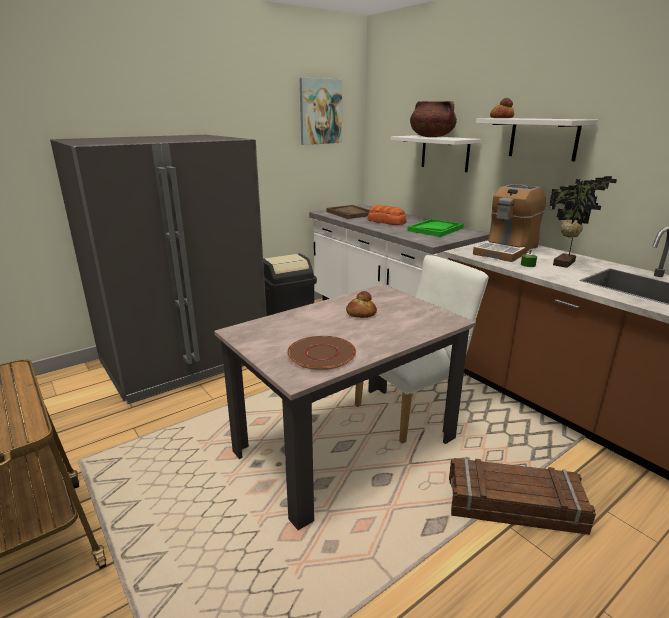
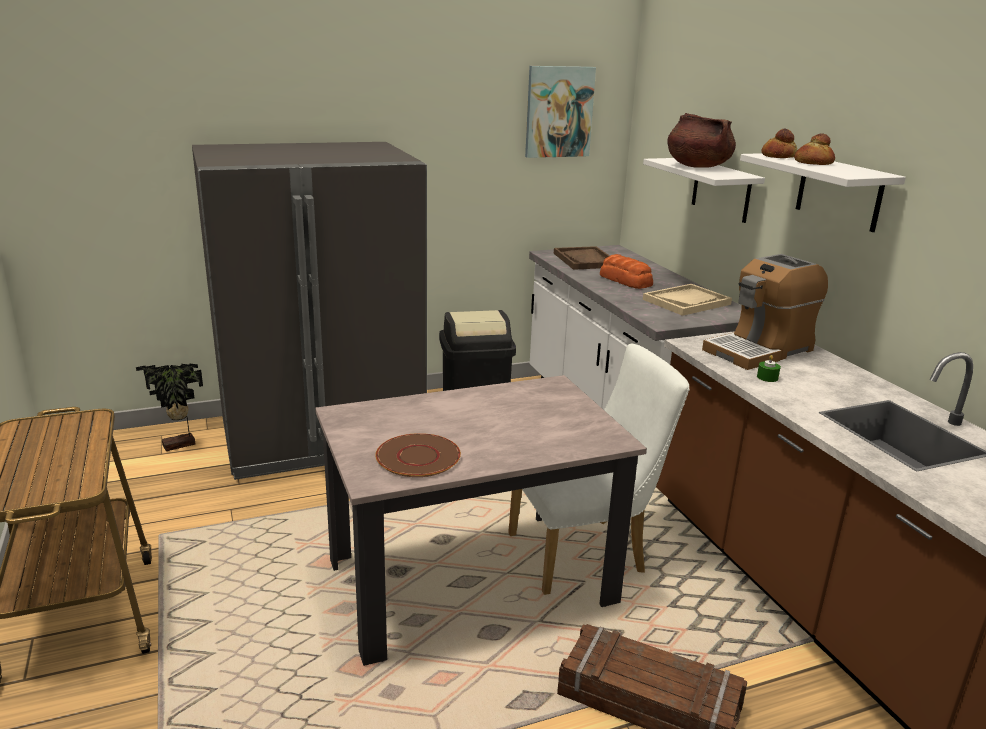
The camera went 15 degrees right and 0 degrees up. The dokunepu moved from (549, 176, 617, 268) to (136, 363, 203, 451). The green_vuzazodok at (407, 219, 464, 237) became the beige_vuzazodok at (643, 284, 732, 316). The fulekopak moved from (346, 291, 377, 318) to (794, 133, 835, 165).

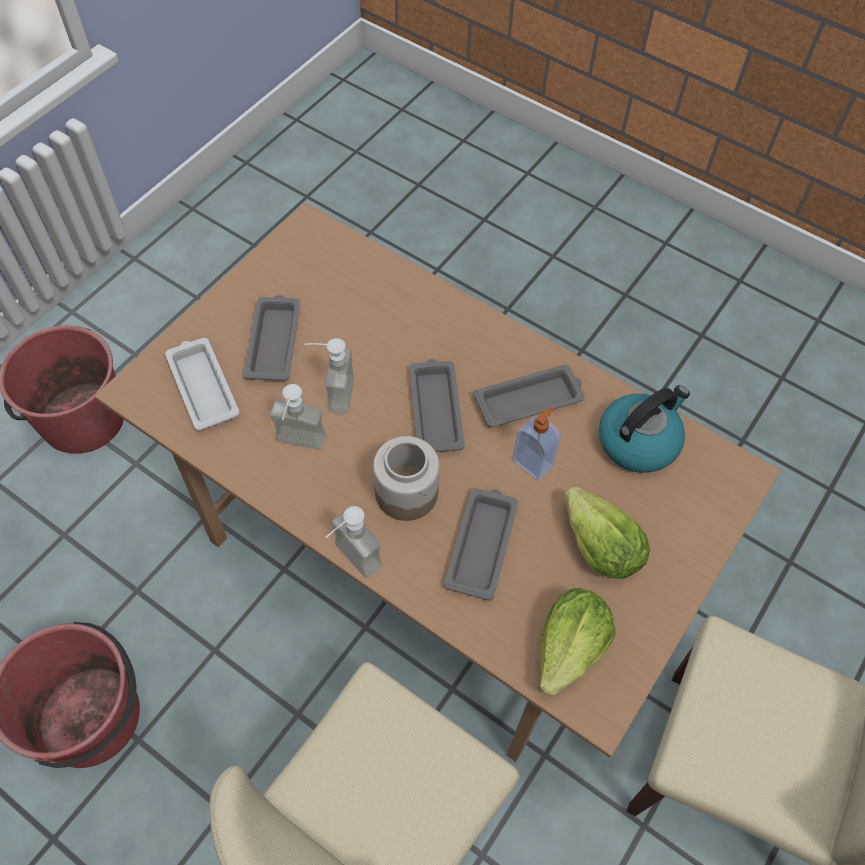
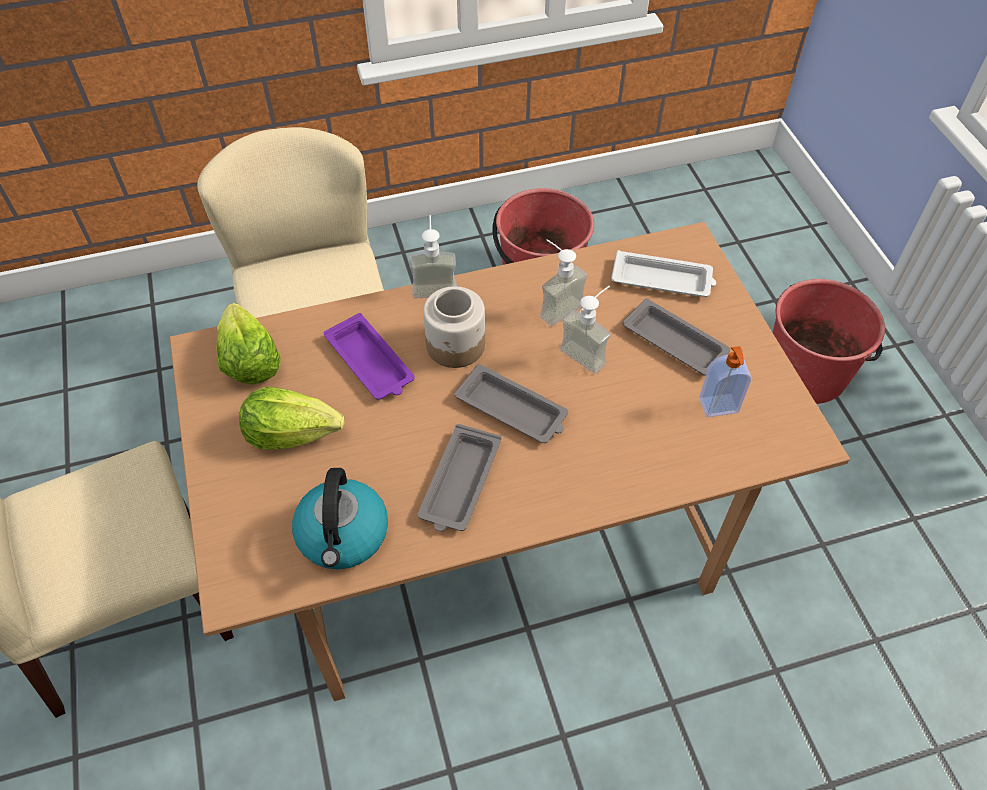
The camera went 130 degrees right and 5 degrees down. The grey_vuzazodok at (444, 488, 518, 600) became the purple_vuzazodok at (324, 313, 415, 400). The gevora moved from (512, 407, 561, 481) to (699, 346, 751, 417).

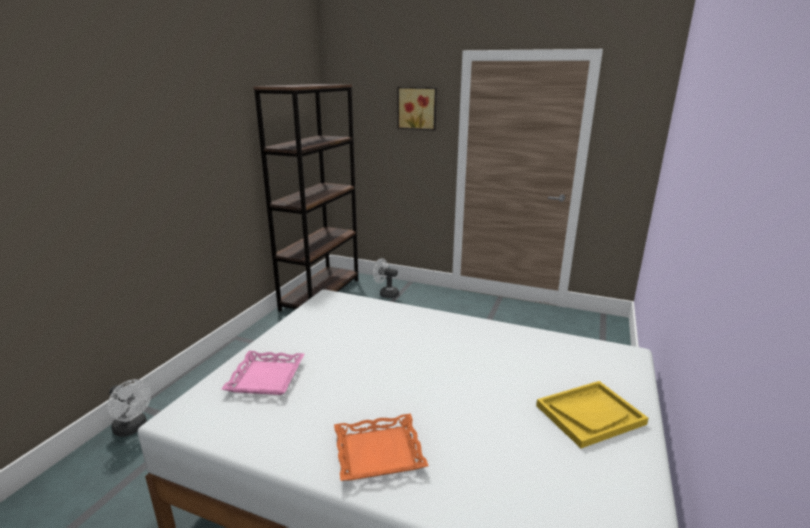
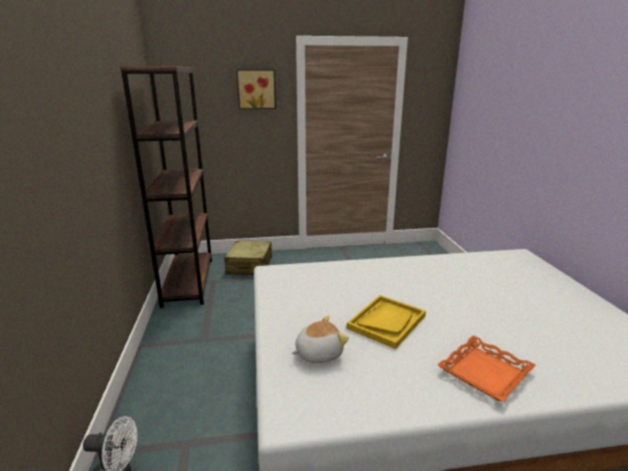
The camera went 30 degrees left and 0 degrees up. The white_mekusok at (373, 258, 399, 298) was replaced by the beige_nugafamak at (224, 241, 272, 275). The pink_vuzazodok at (222, 351, 304, 395) was replaced by the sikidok at (291, 315, 349, 363). The yellow_vuzazodok moved from (536, 381, 649, 448) to (347, 295, 426, 349).

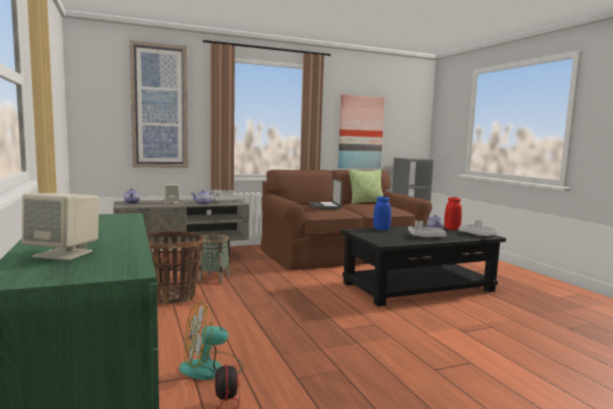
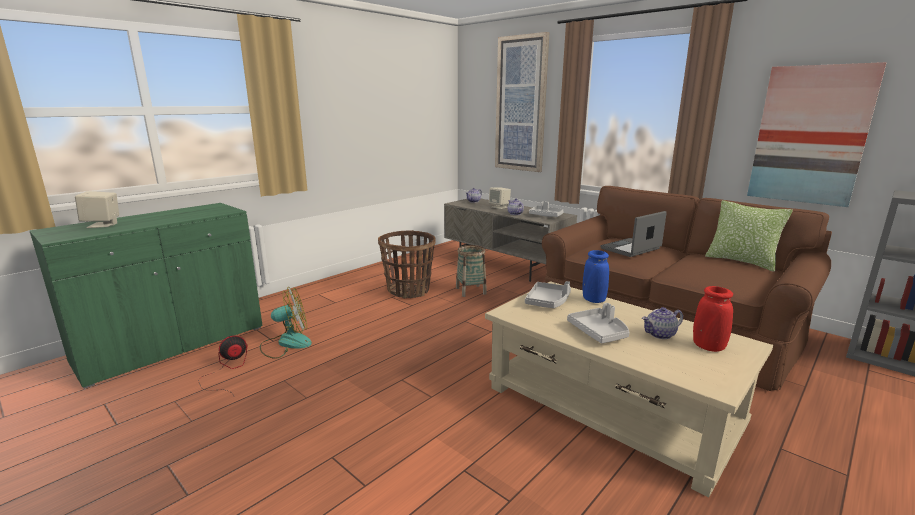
The camera went 65 degrees right and 10 degrees up. The mekusok at (180, 302, 244, 380) turned 120 degrees clockwise. The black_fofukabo at (341, 224, 506, 306) became the beige_fofukabo at (485, 281, 773, 497). The grey_vuzazodok moved from (458, 219, 497, 236) to (525, 281, 571, 308).

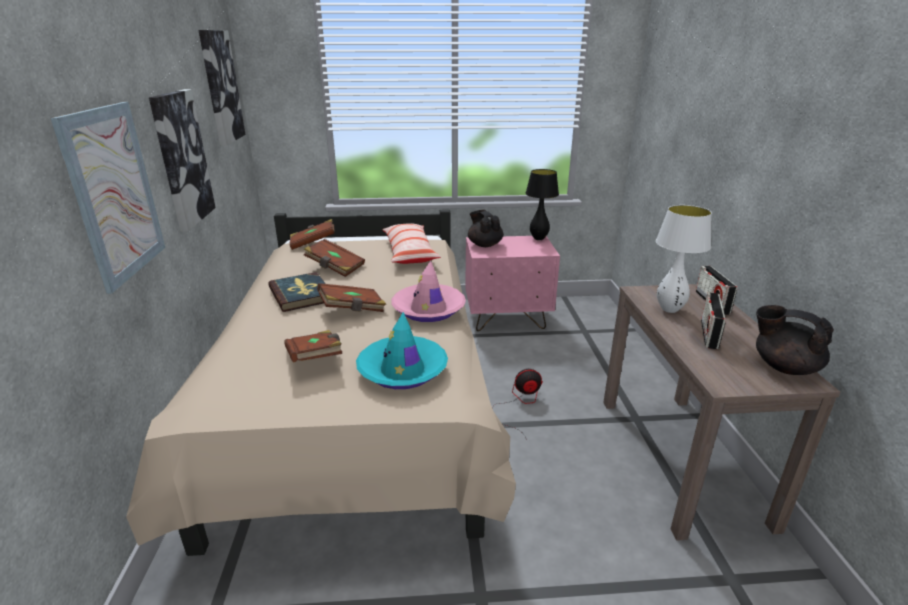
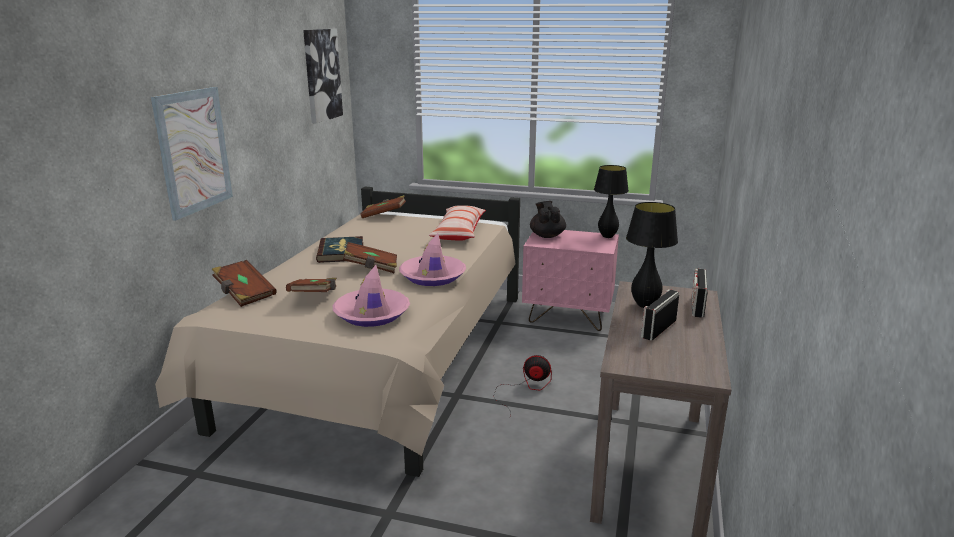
The camera went 20 degrees right and 5 degrees down. The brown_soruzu moved from (304, 239, 365, 277) to (212, 260, 277, 307). The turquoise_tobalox at (356, 312, 448, 389) became the pink_tobalox at (333, 265, 410, 327). The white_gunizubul at (656, 205, 712, 313) became the black_gunizubul at (626, 202, 678, 308). The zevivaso at (149, 89, 216, 232) disappeared. The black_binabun at (756, 305, 834, 375) disappeared.

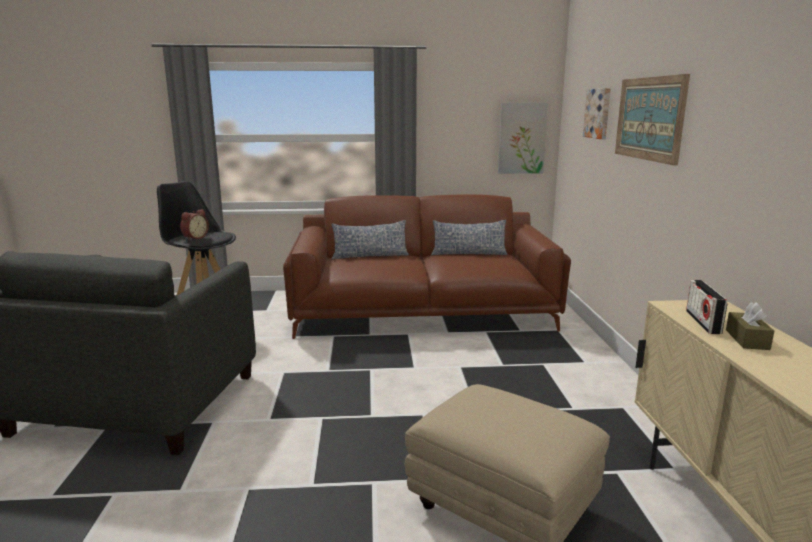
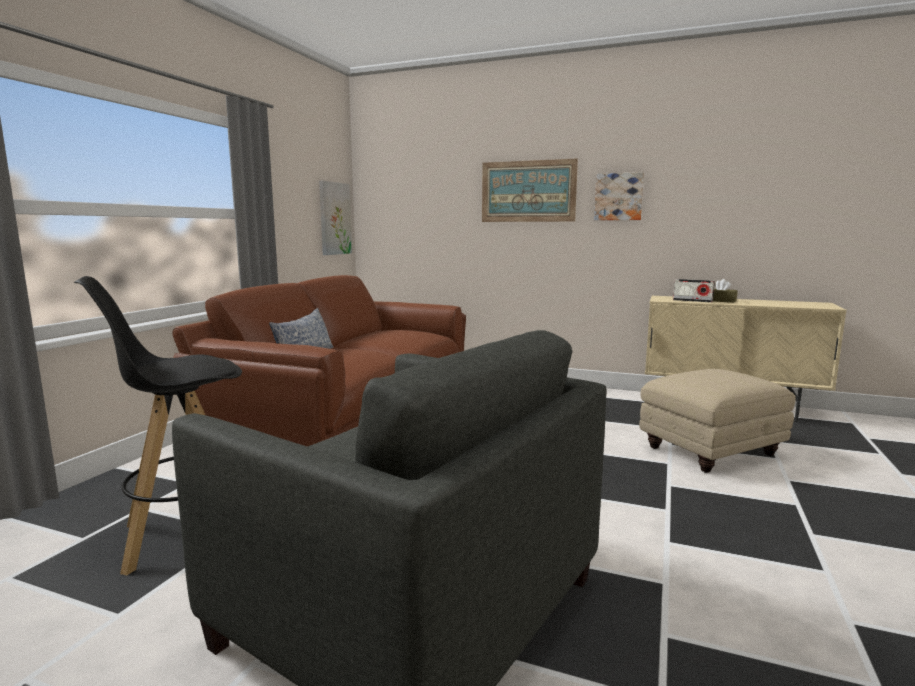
The camera went 65 degrees left and 5 degrees down. The zevivaso moved from (583, 88, 611, 139) to (594, 172, 644, 220). The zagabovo at (180, 209, 209, 240) disappeared. The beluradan at (431, 220, 508, 255) disappeared.

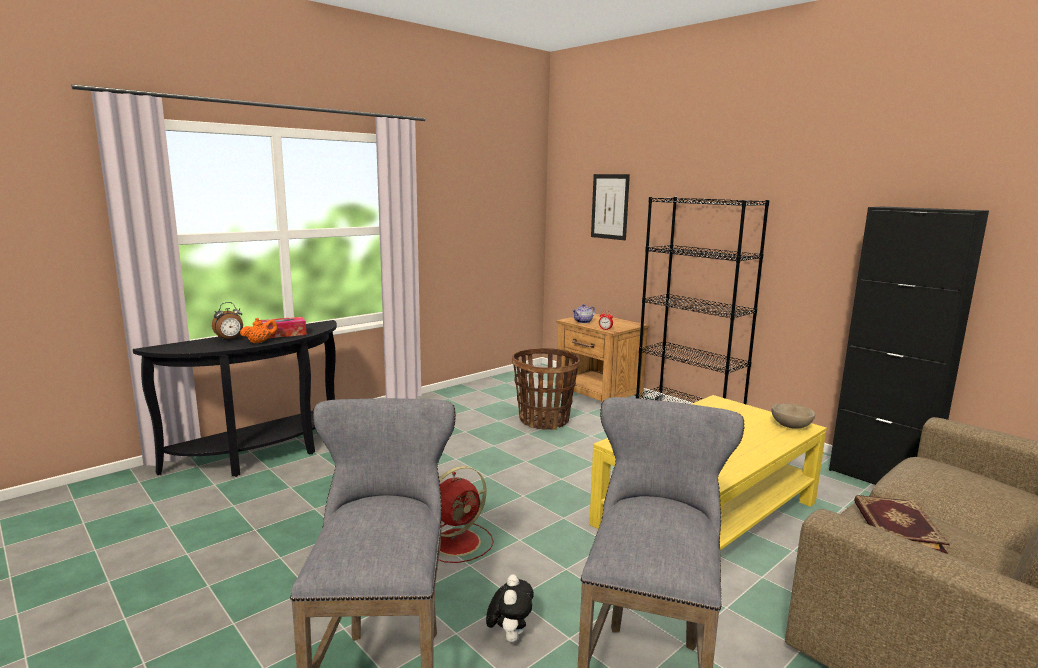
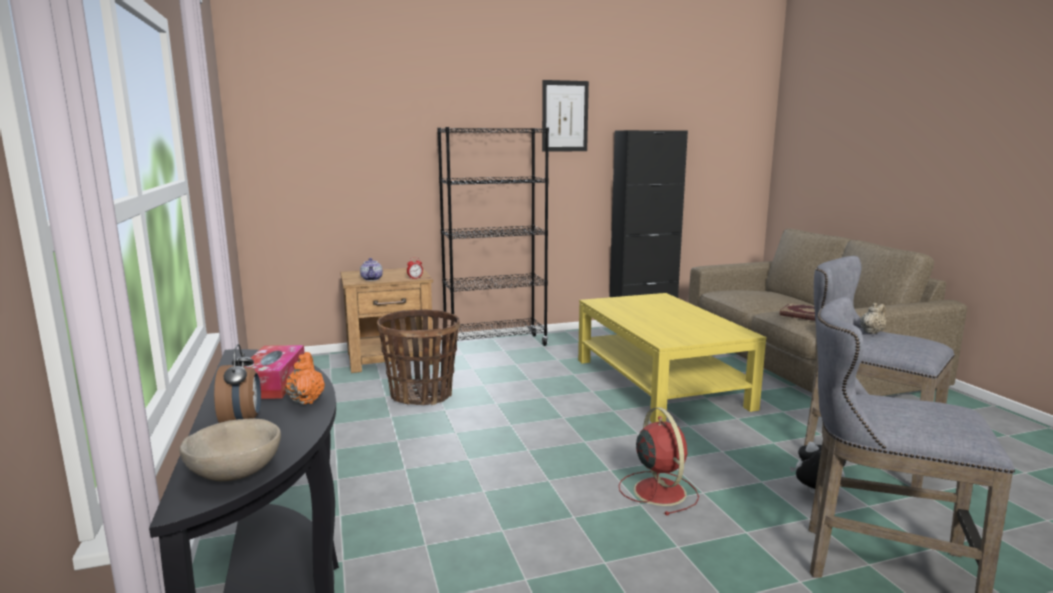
The camera went 65 degrees left and 0 degrees up. The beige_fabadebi moved from (771, 404, 815, 429) to (179, 418, 281, 481). The zevivaso moved from (591, 174, 630, 240) to (542, 80, 589, 152). The beige_binabun at (860, 303, 887, 334) appeared.

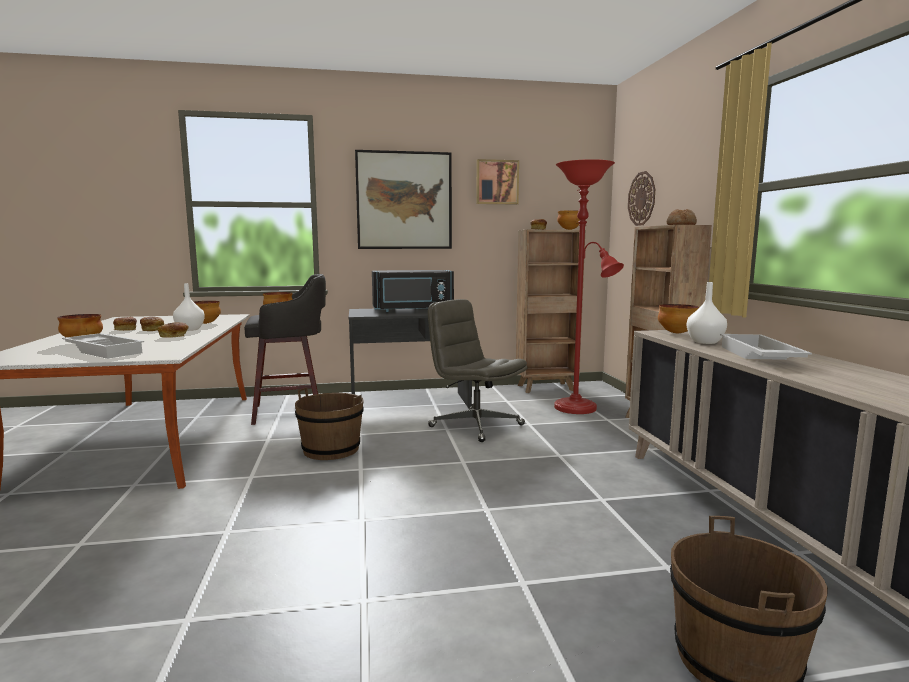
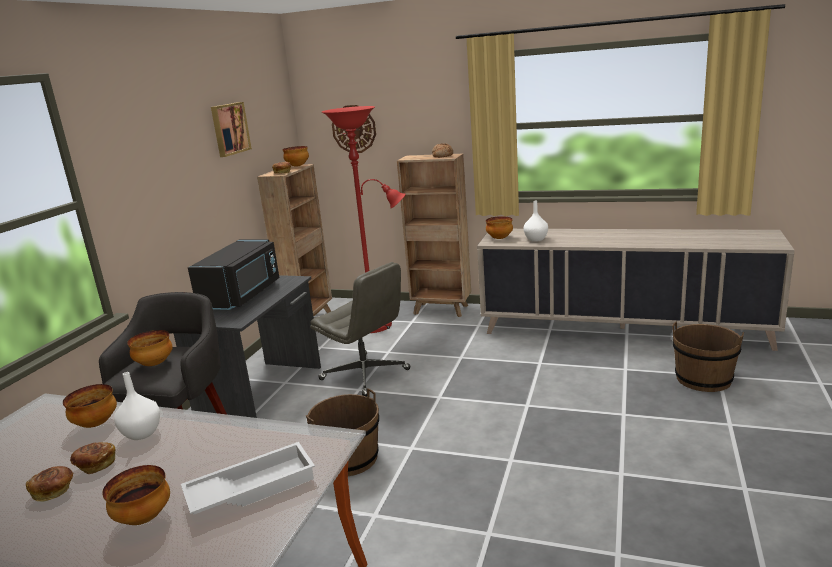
The camera went 60 degrees left and 10 degrees up. The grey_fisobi at (428, 299, 527, 442) turned 120 degrees counterclockwise. The fulekopak at (158, 322, 189, 338) disappeared. The zevivaso at (355, 150, 452, 249) disappeared. The white_vuzazodok at (720, 334, 812, 360) disappeared.

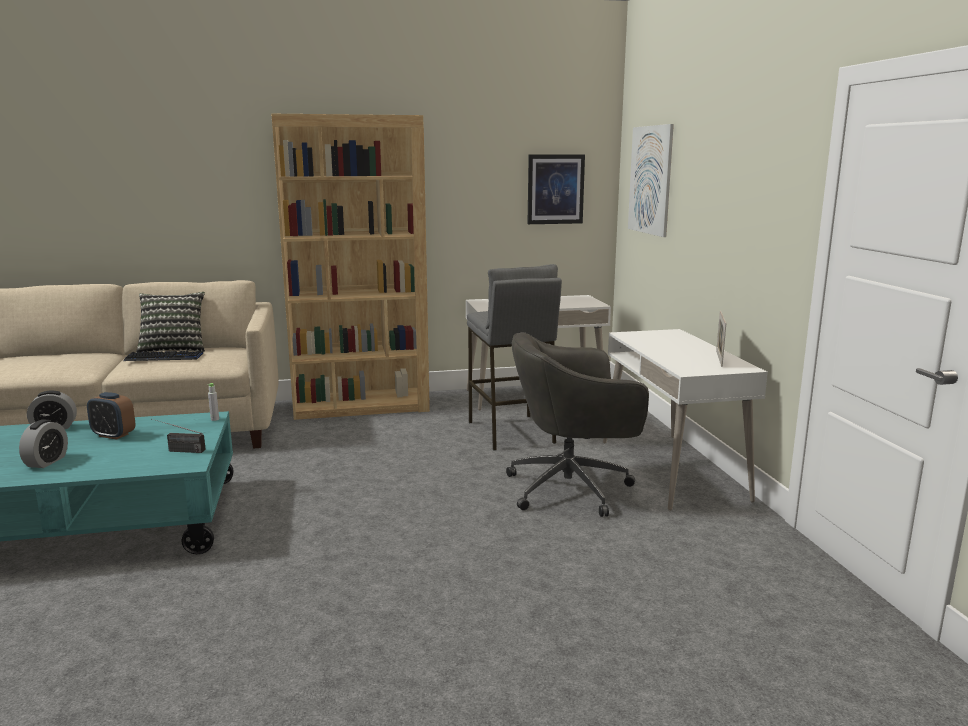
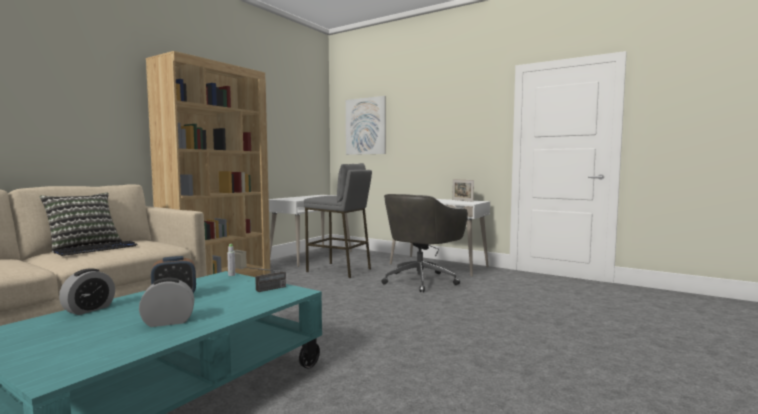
The camera went 45 degrees left and 10 degrees down. The zagabovo at (19, 420, 68, 468) turned 75 degrees counterclockwise. The zevivaso at (528, 155, 585, 224) disappeared.

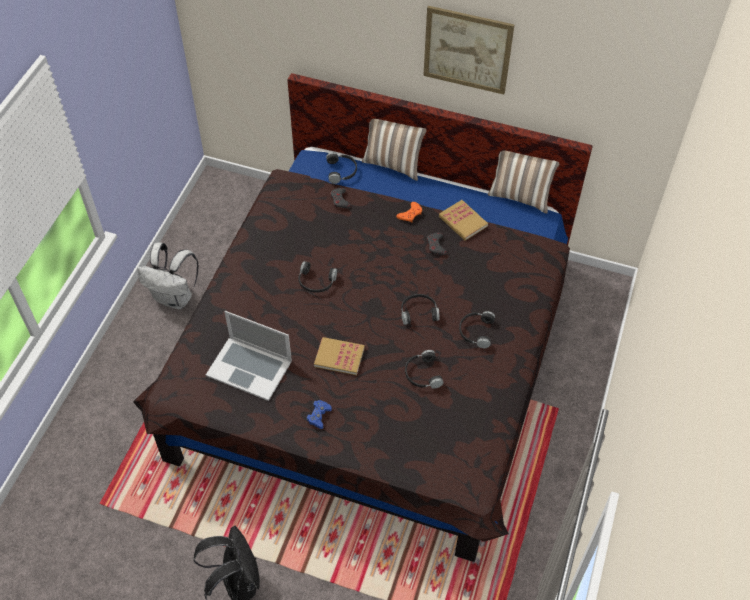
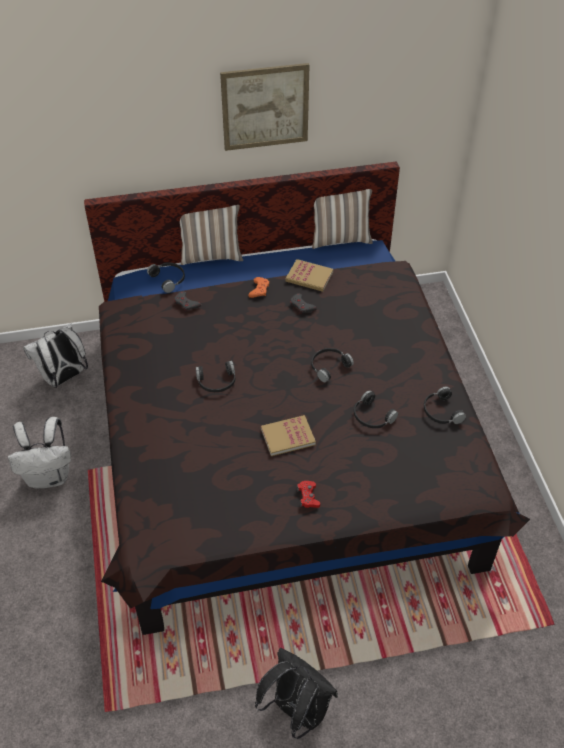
The camera went 30 degrees left and 5 degrees down. The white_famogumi at (23, 323, 88, 388) appeared. The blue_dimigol at (307, 400, 332, 429) became the red_dimigol at (297, 481, 320, 508). The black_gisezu moved from (459, 311, 495, 348) to (424, 386, 466, 424). The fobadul at (206, 311, 292, 401) disappeared.

